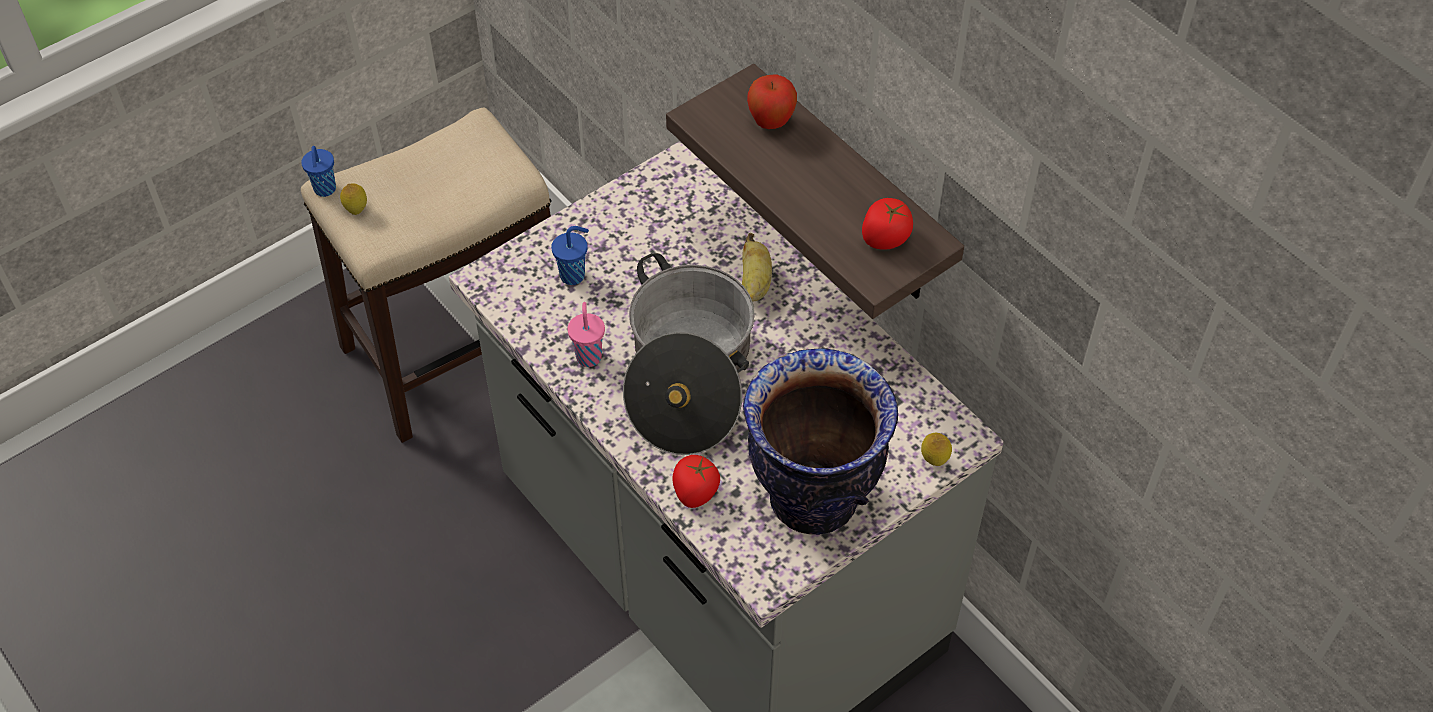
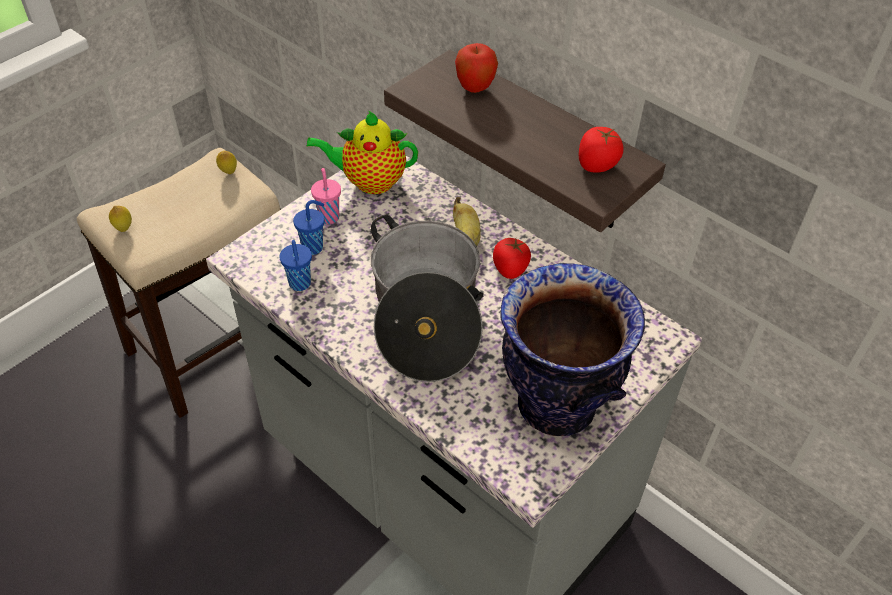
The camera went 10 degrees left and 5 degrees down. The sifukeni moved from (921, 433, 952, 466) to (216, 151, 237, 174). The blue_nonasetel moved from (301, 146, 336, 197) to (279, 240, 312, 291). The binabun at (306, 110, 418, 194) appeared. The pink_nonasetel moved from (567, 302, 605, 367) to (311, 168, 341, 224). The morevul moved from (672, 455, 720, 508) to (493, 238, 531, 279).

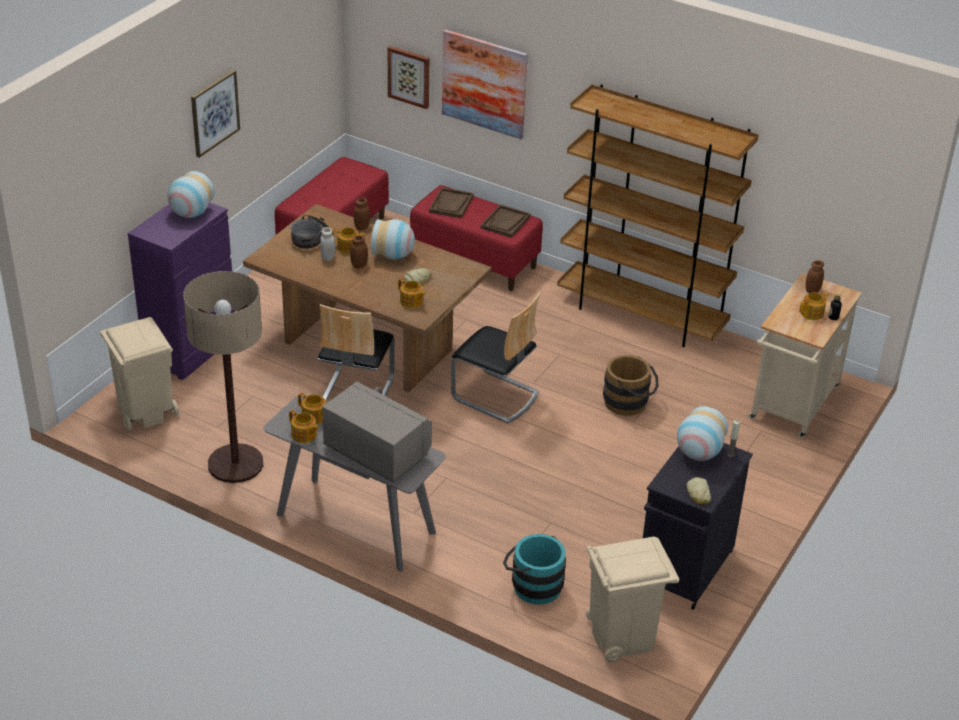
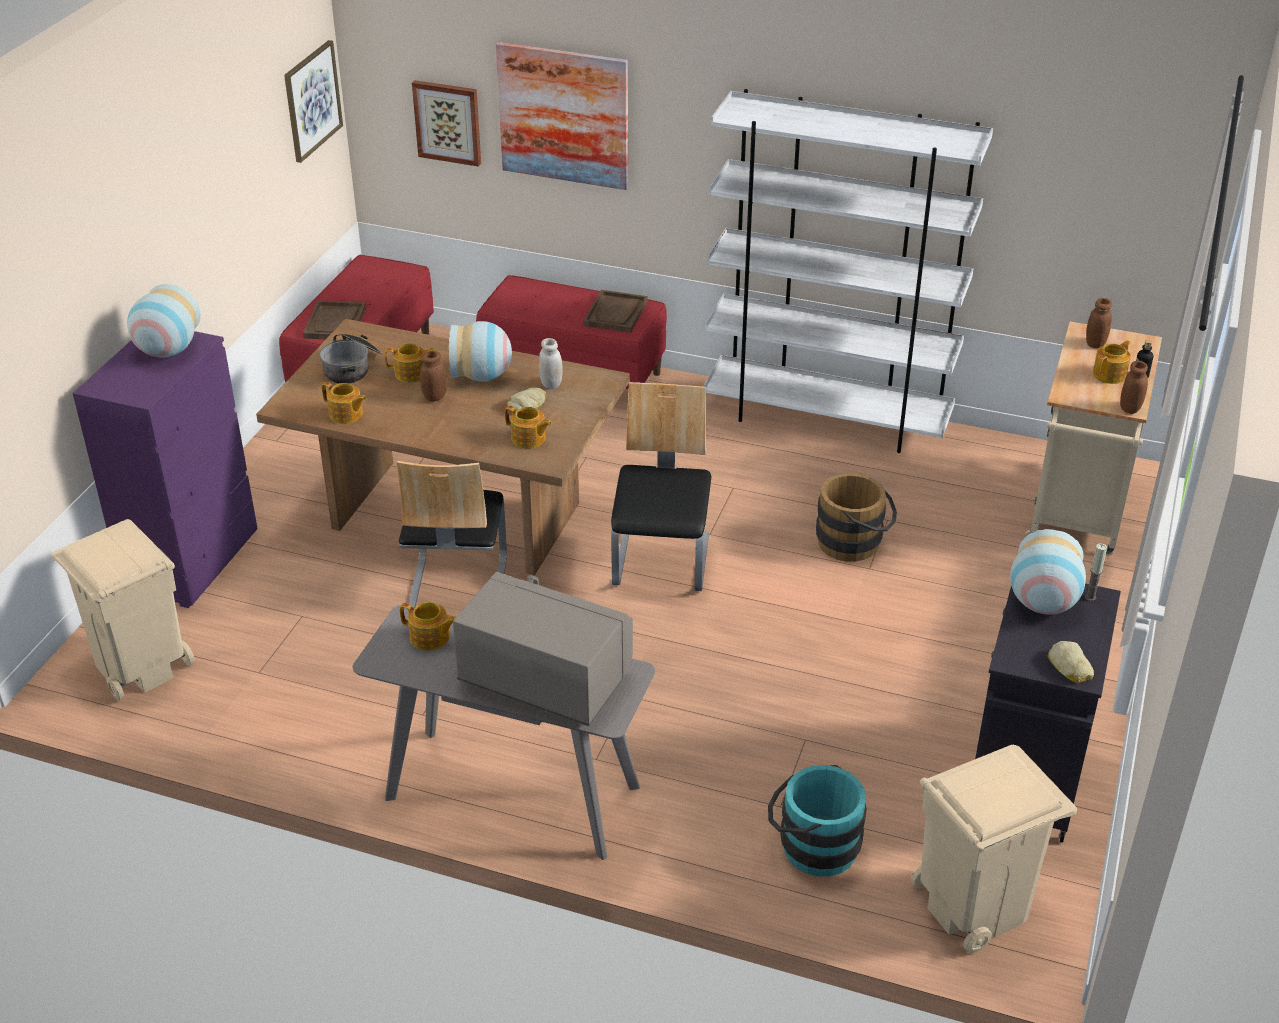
The camera went 10 degrees left and 0 degrees up. The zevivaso moved from (191, 70, 240, 158) to (284, 40, 343, 163). The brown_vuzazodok moved from (429, 187, 474, 219) to (303, 301, 366, 339). The binabun moved from (289, 410, 319, 443) to (322, 382, 367, 424). The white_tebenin moved from (320, 227, 335, 261) to (539, 338, 563, 389). The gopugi at (451, 292, 540, 423) turned 105 degrees counterclockwise. The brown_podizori at (557, 84, 759, 347) became the white_podizori at (704, 89, 993, 453). The brown_tebenin moved from (354, 198, 370, 230) to (1120, 361, 1148, 414). The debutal at (183, 271, 263, 483) disappeared.

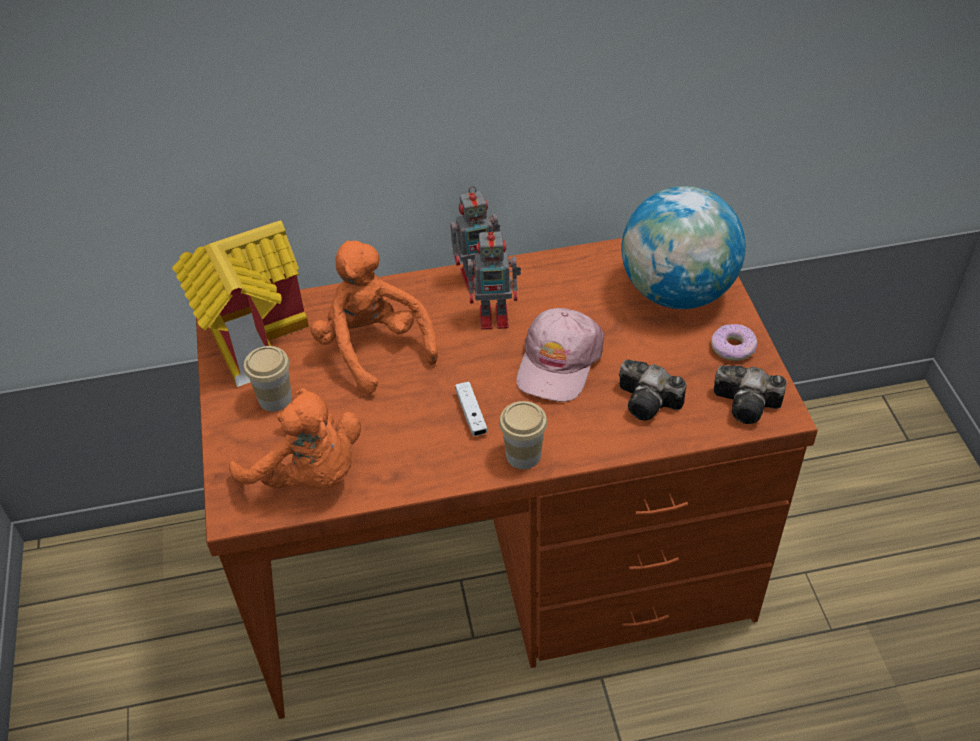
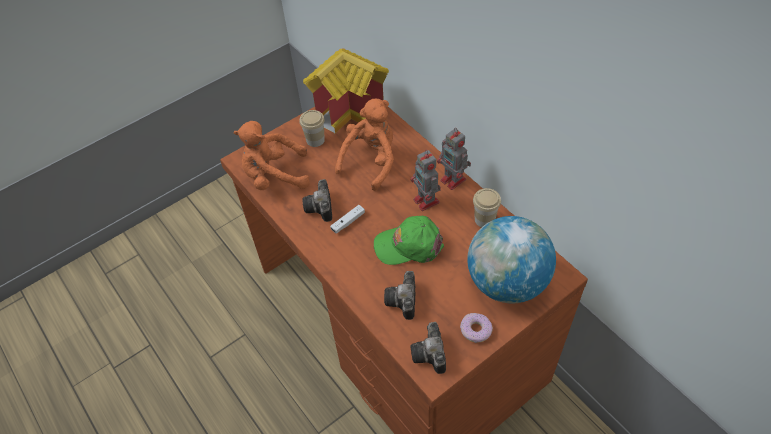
The camera went 65 degrees right and 5 degrees up. The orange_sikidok at (229, 388, 361, 489) turned 75 degrees clockwise. The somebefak at (302, 179, 332, 222) appeared. The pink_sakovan at (516, 308, 604, 402) became the green_sakovan at (374, 216, 444, 265). The nonasetel moved from (499, 401, 547, 469) to (473, 188, 501, 227).

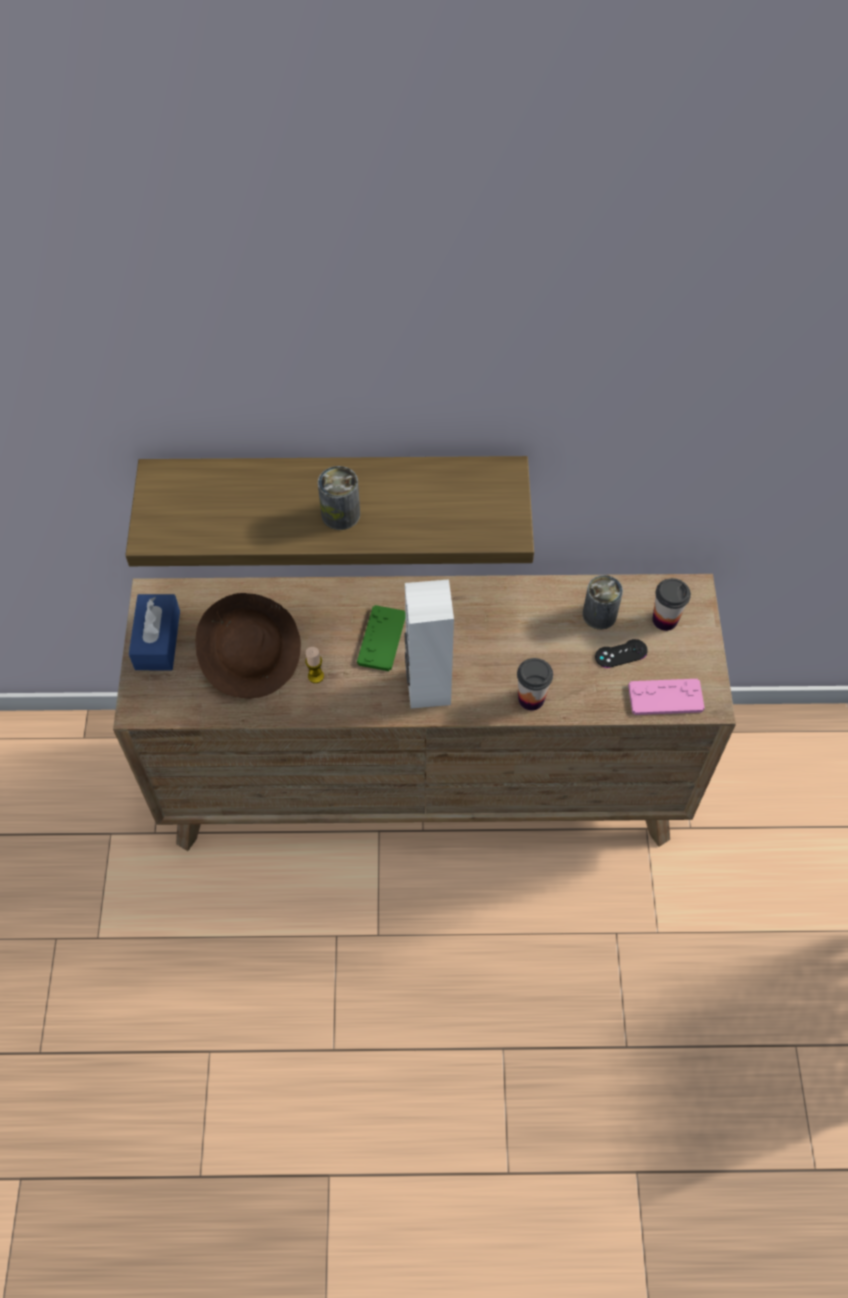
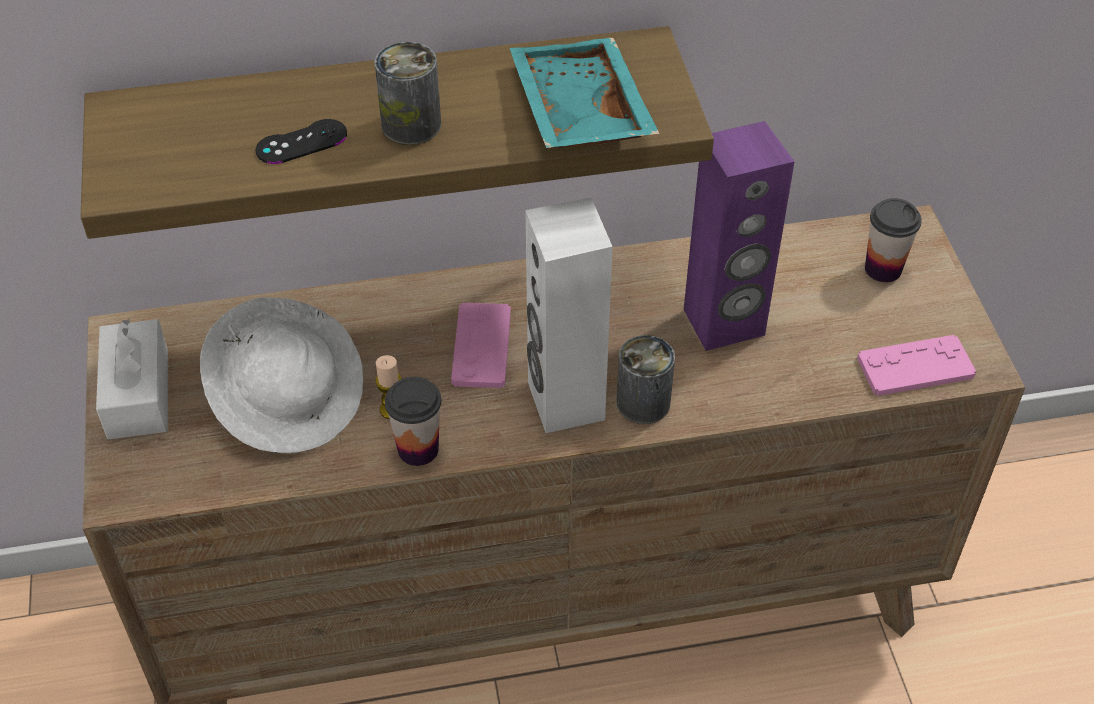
The camera went 10 degrees left and 10 degrees down. The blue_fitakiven at (129, 594, 180, 671) became the white_fitakiven at (96, 319, 168, 439). The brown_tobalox at (195, 593, 301, 699) became the white_tobalox at (200, 297, 363, 454). The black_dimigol moved from (595, 639, 648, 668) to (256, 119, 347, 164). The nonasetel moved from (517, 658, 553, 710) to (385, 377, 441, 466). The green_dimigol at (357, 605, 406, 671) became the pink_dimigol at (451, 303, 511, 388). The turquoise_vuzazodok at (510, 38, 660, 148) appeared. The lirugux moved from (583, 575, 623, 629) to (616, 335, 675, 424). The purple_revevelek at (684, 121, 795, 351) appeared.

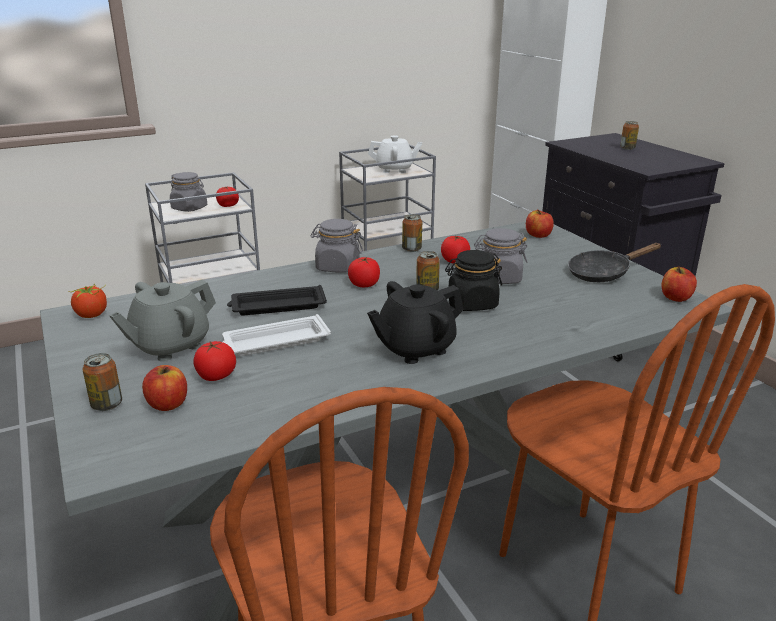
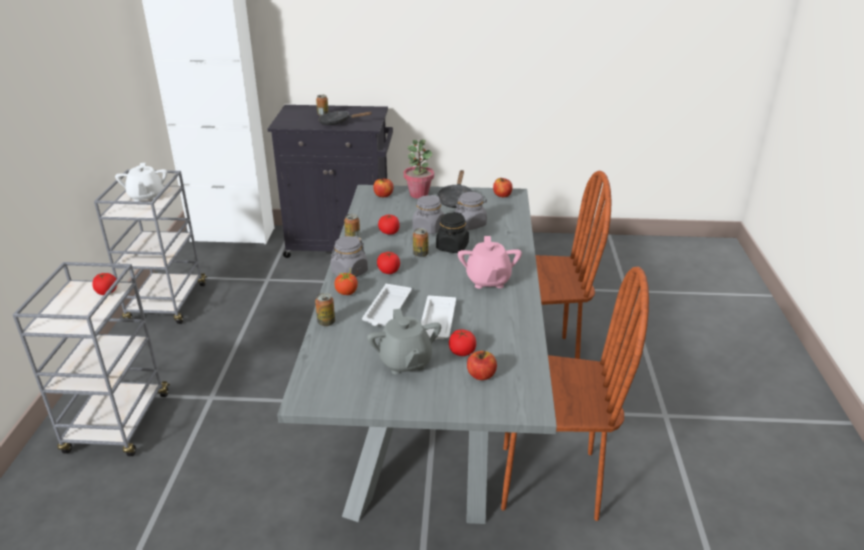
The camera went 60 degrees left and 5 degrees up. The white_binabun at (368, 135, 422, 173) turned 135 degrees clockwise. The lirugux moved from (82, 353, 122, 411) to (315, 293, 335, 326). The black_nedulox at (318, 111, 372, 125) appeared. The morevul moved from (68, 285, 107, 318) to (334, 268, 358, 295). The black_vuzazodok at (227, 285, 327, 316) became the white_vuzazodok at (362, 284, 412, 326). The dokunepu at (404, 139, 434, 199) appeared. The grey_tebenin moved from (170, 172, 207, 212) to (455, 192, 487, 230). The black_binabun at (367, 281, 464, 364) became the pink_binabun at (458, 236, 522, 289).

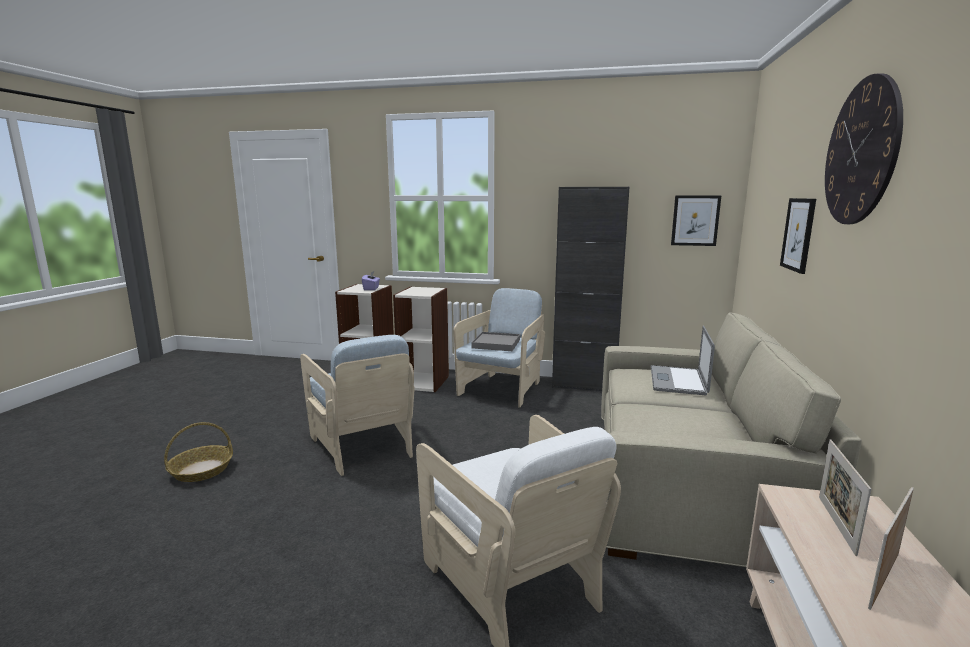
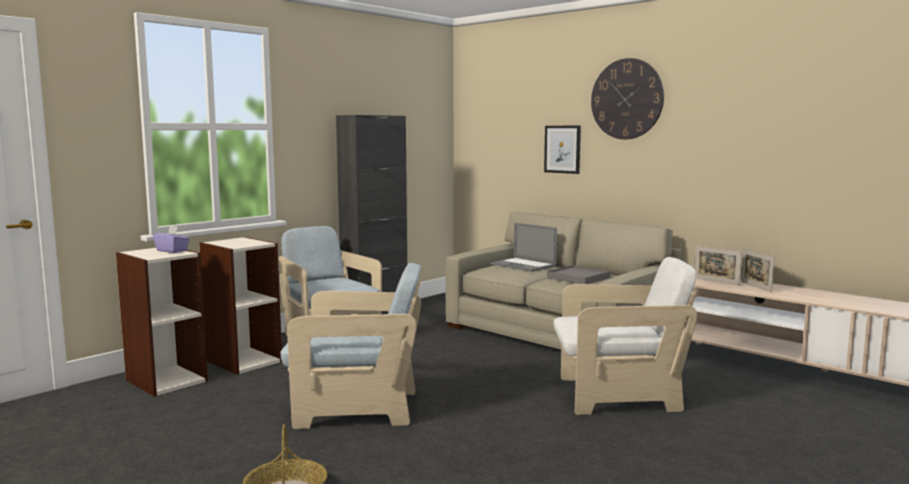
The camera went 60 degrees left and 5 degrees down. The grey_vuzazodok moved from (472, 332, 520, 351) to (547, 265, 611, 284). The zevivaso at (671, 196, 721, 246) disappeared.

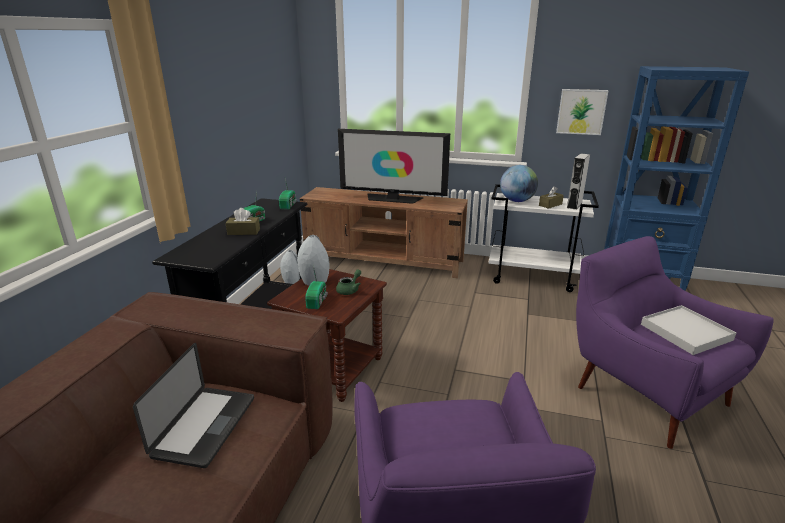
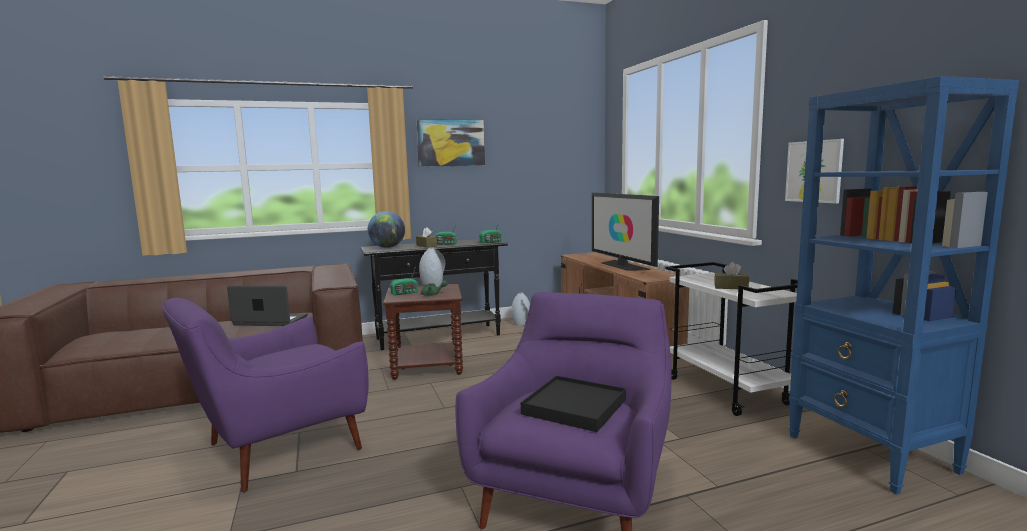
The camera went 55 degrees right and 15 degrees down. The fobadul at (133, 343, 254, 468) turned 150 degrees counterclockwise. The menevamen moved from (500, 165, 538, 202) to (368, 211, 405, 248). The zevivaso at (416, 119, 485, 167) appeared. The white_vuzazodok at (641, 305, 736, 355) became the black_vuzazodok at (521, 376, 626, 432). The grey_revevelek at (567, 153, 590, 210) disappeared.

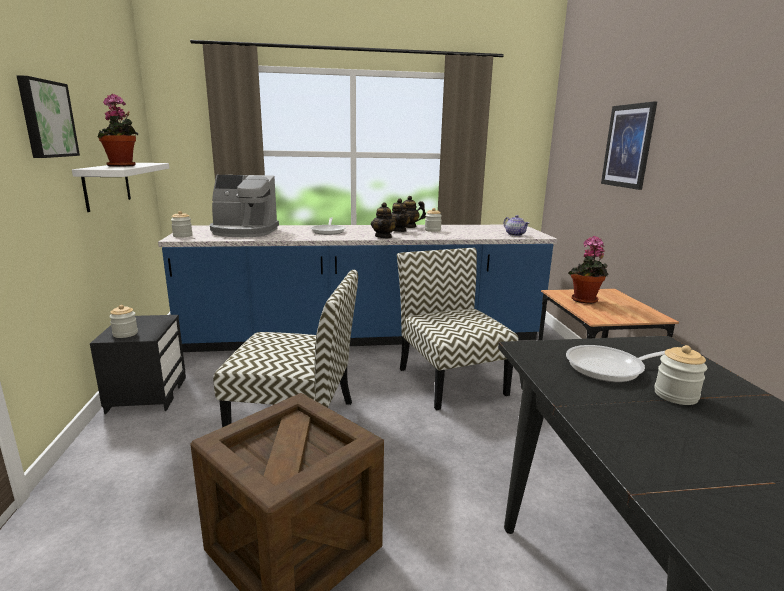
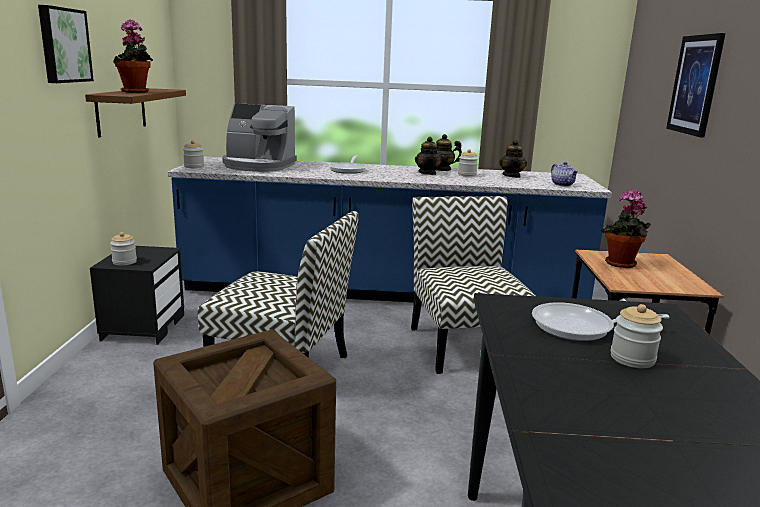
The camera went 10 degrees right and 0 degrees up. The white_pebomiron at (72, 163, 169, 212) became the brown_pebomiron at (85, 88, 186, 138). The binabun moved from (371, 202, 397, 238) to (499, 140, 527, 178).

